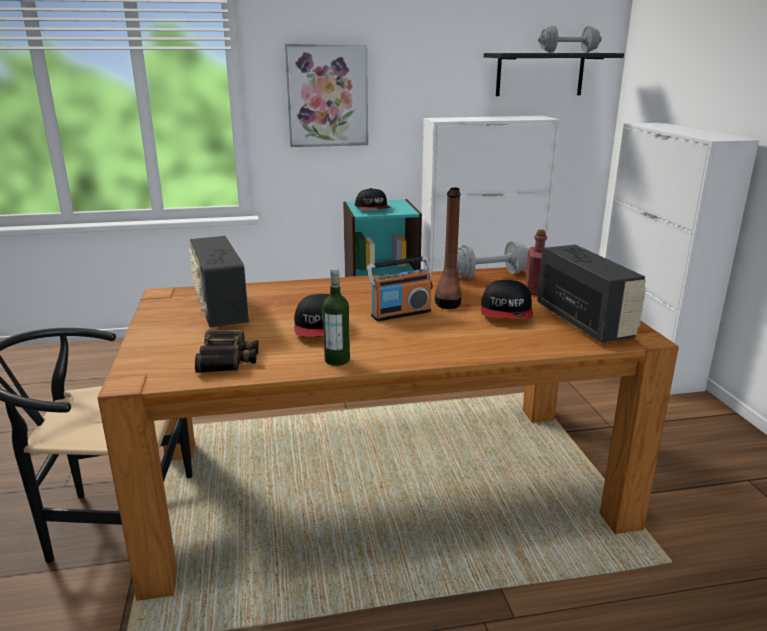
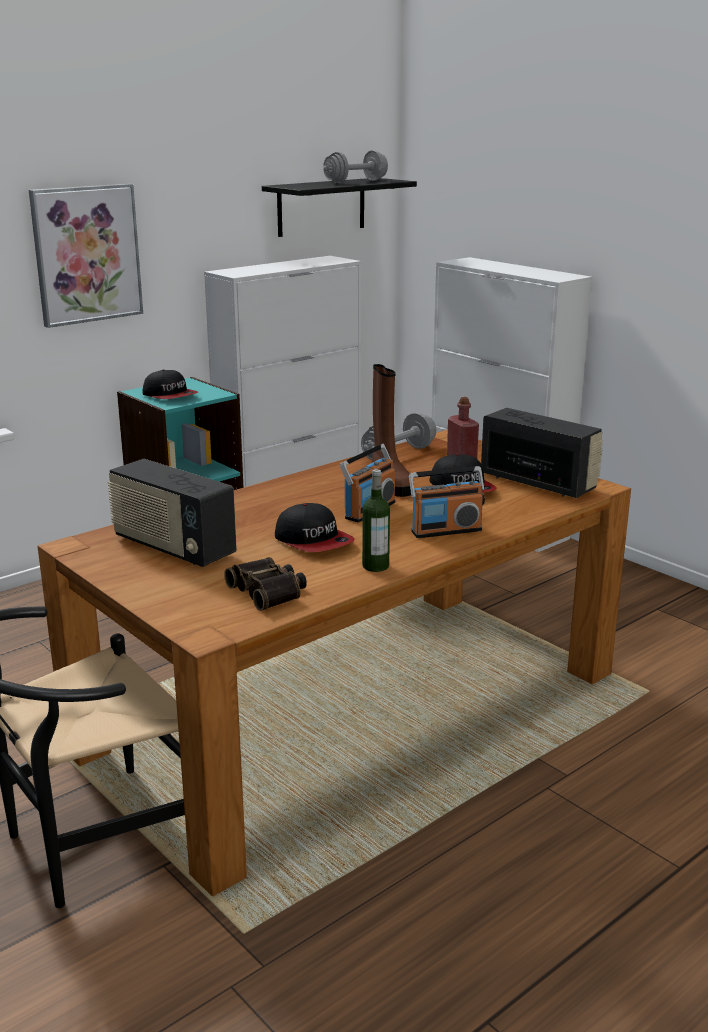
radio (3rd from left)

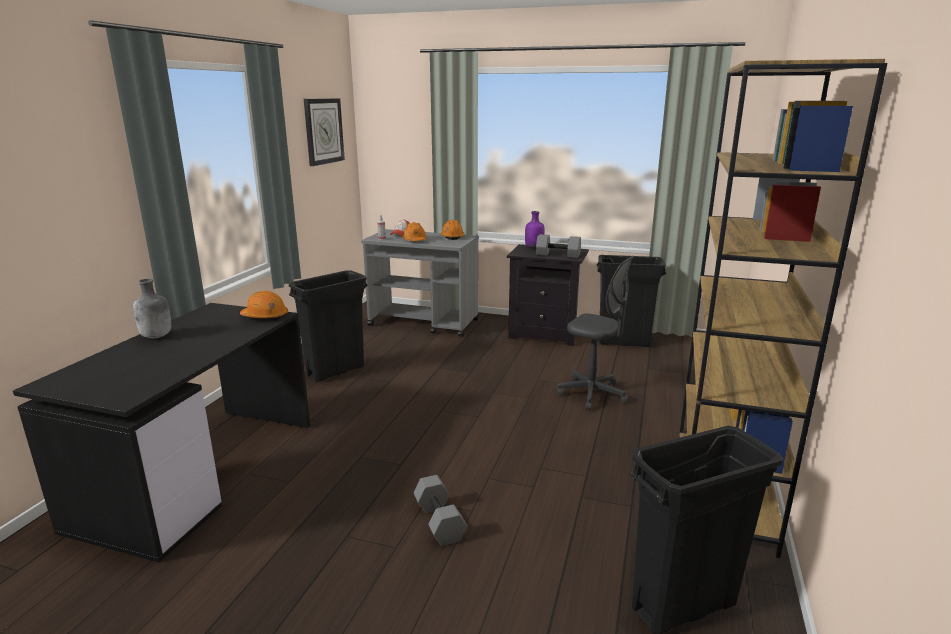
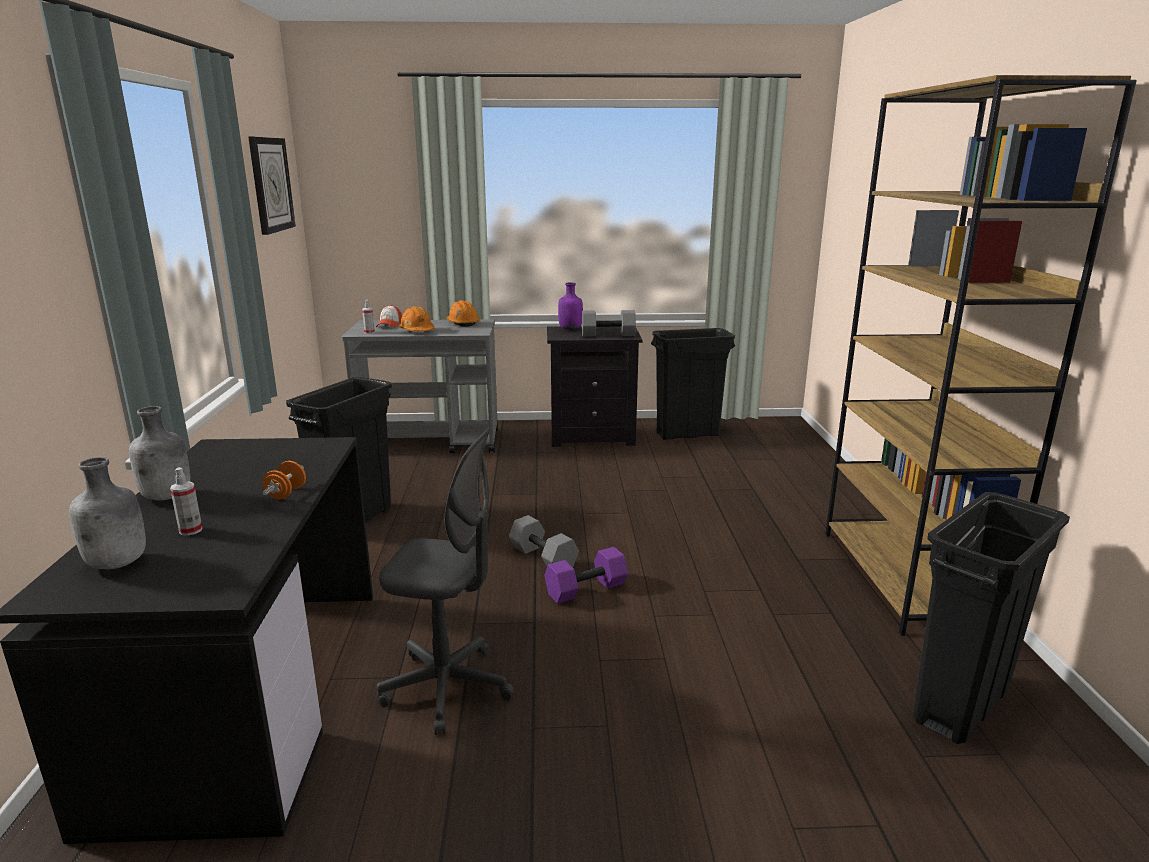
orange hard hat (1st from left in the first image); grey dumbbell (1st from left); grey office chair; grey bottle (1st from left); spray bottle (1st from left); orange dumbbell; purple dumbbell

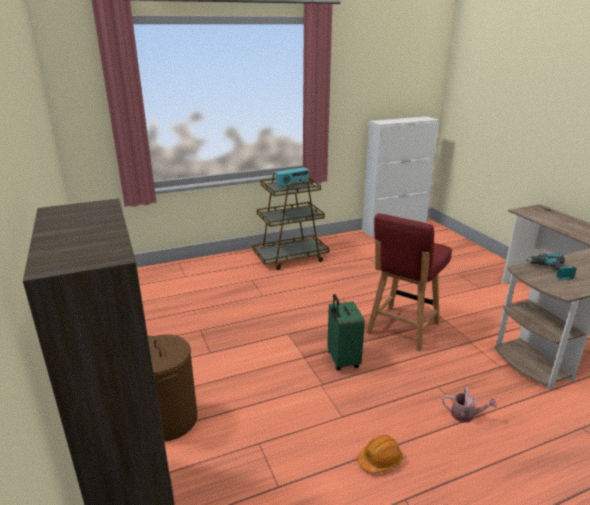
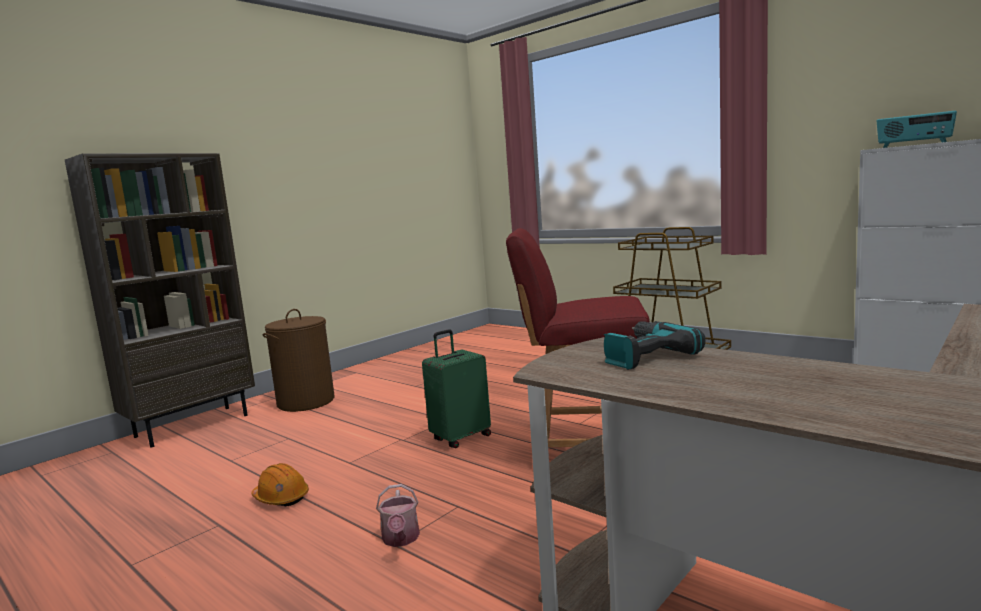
radio

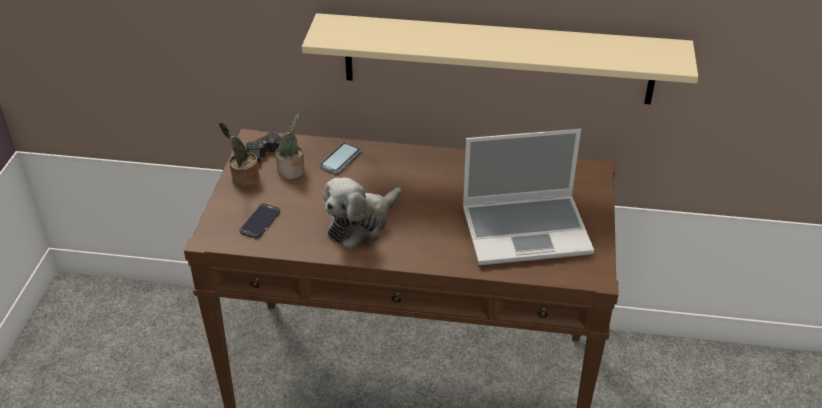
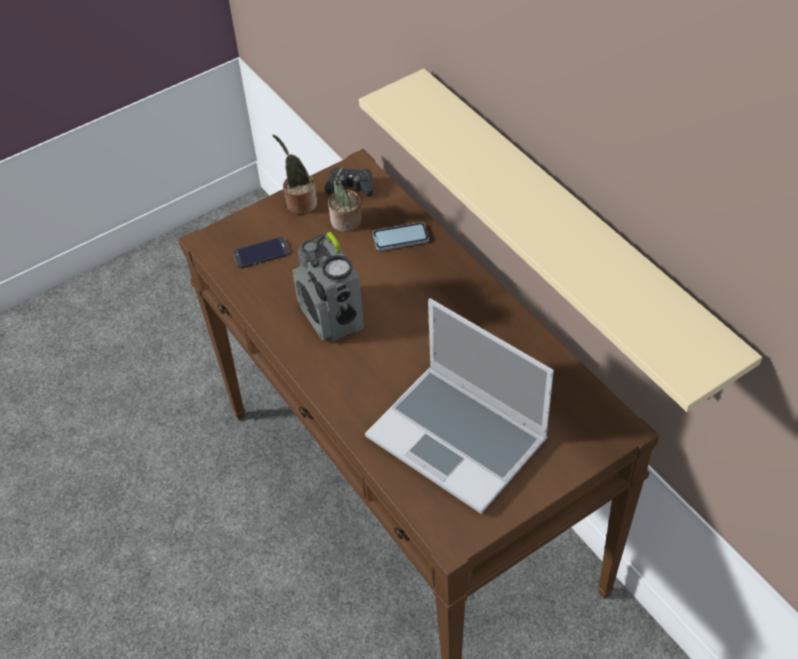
radio

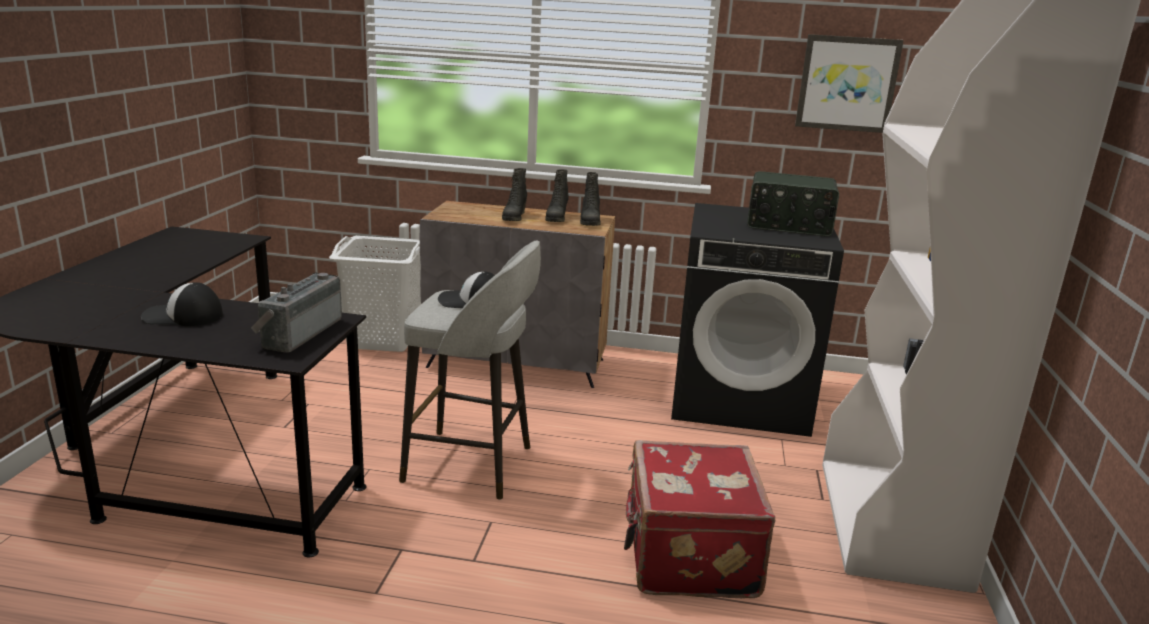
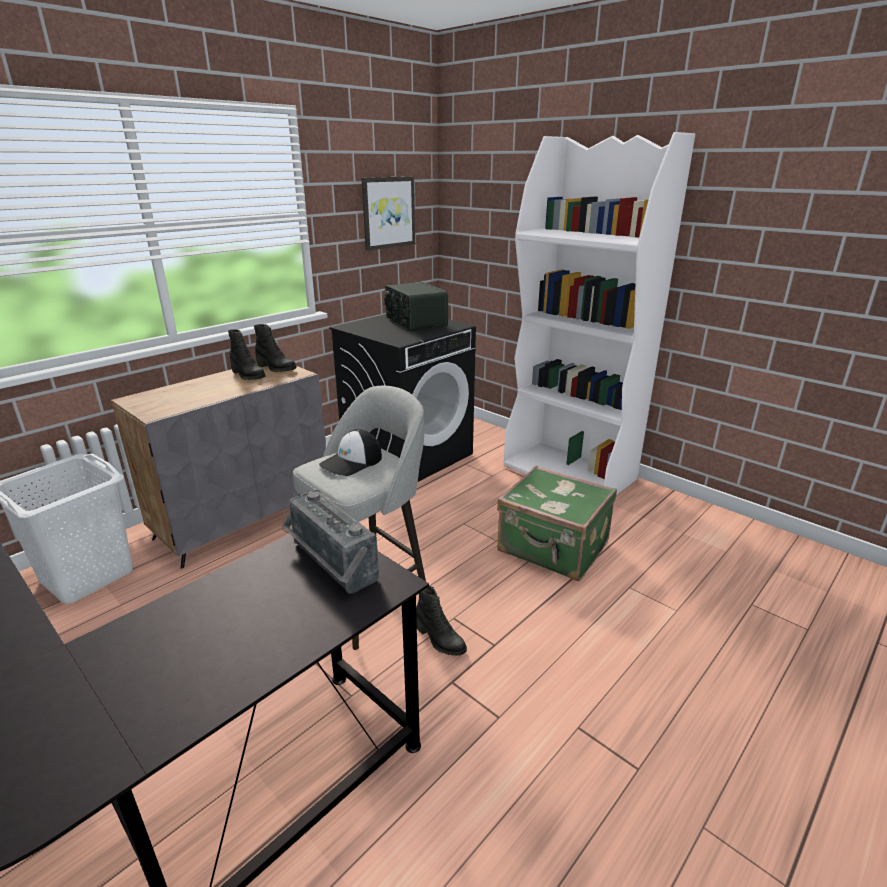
cap (1st from left in the first image); black boot (3rd from left); green suitcase; radio (2nd from left)

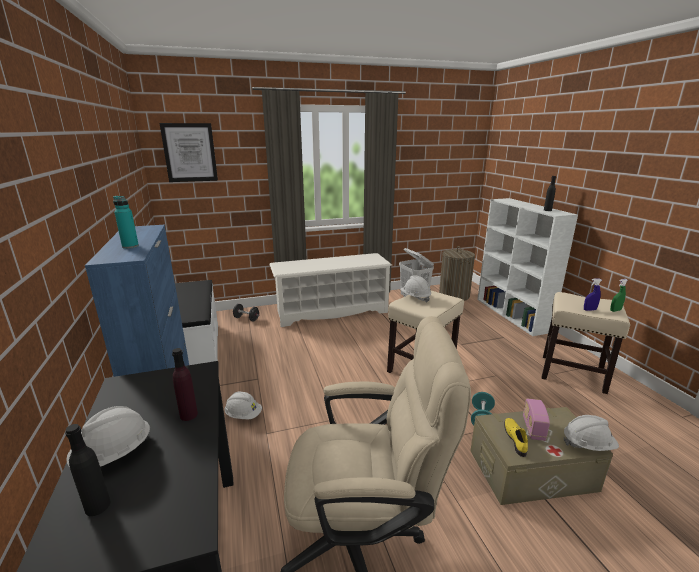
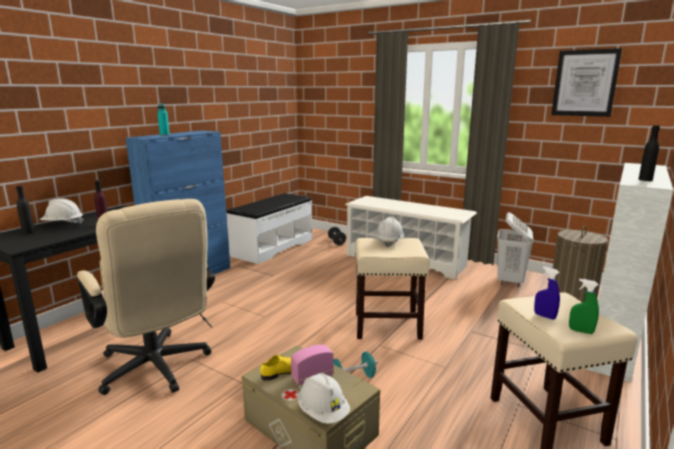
picture; white hard hat (2nd from left in the first image)

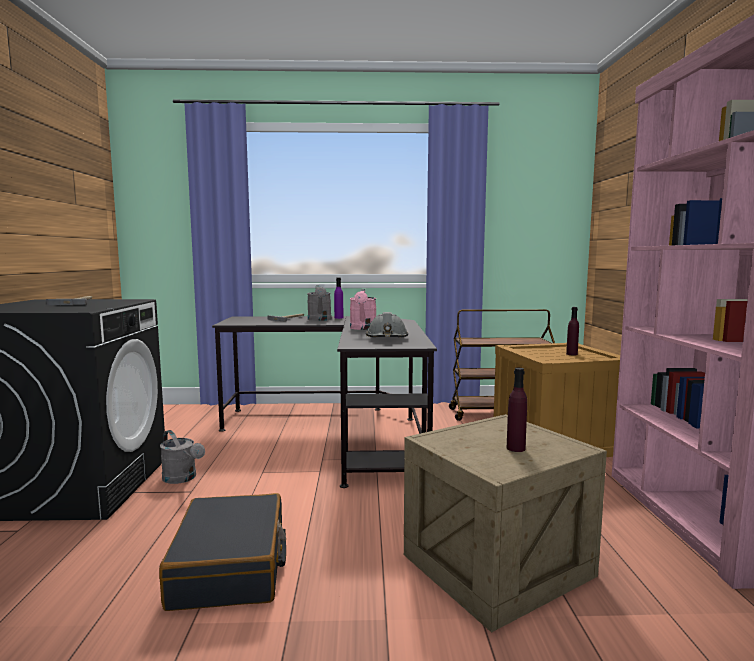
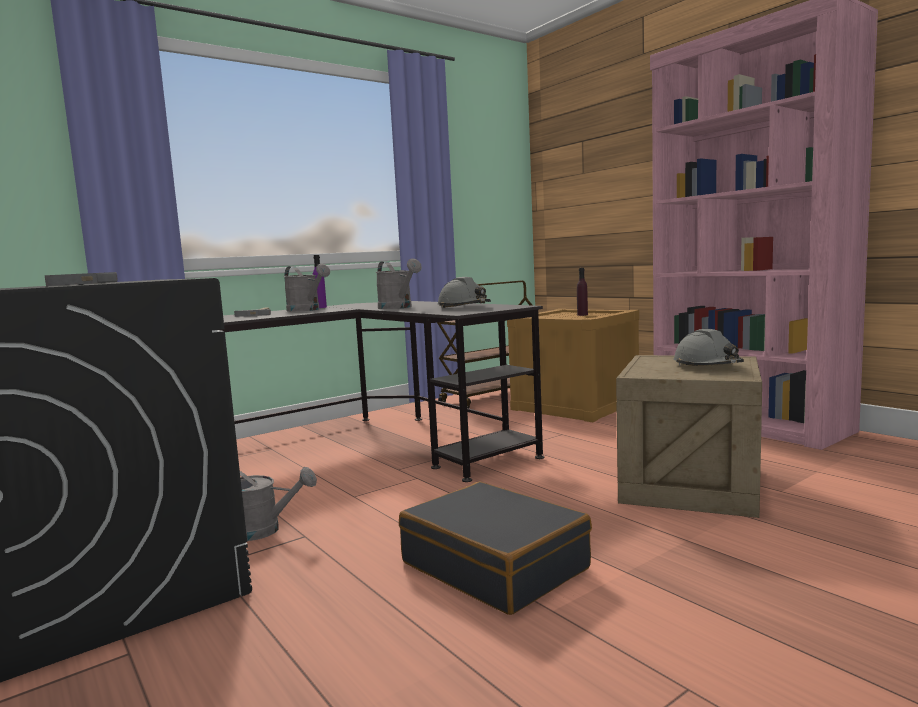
grey watering can (3rd from left); grey hard hat (2nd from left)

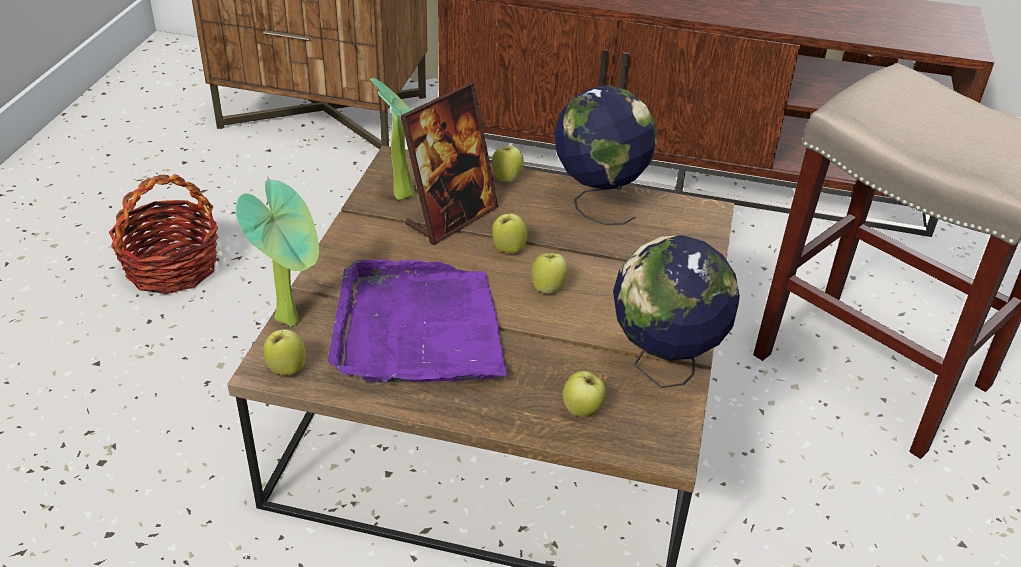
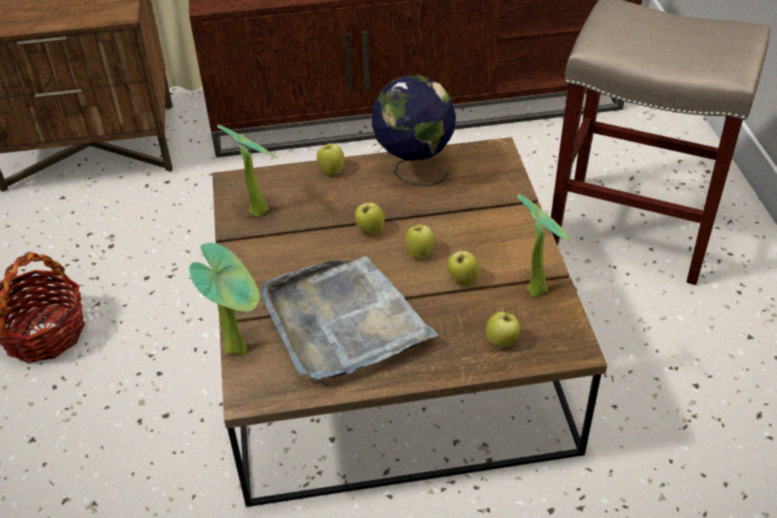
apple (4th from left); grey tray; picture frame; potted plant (3rd from left)

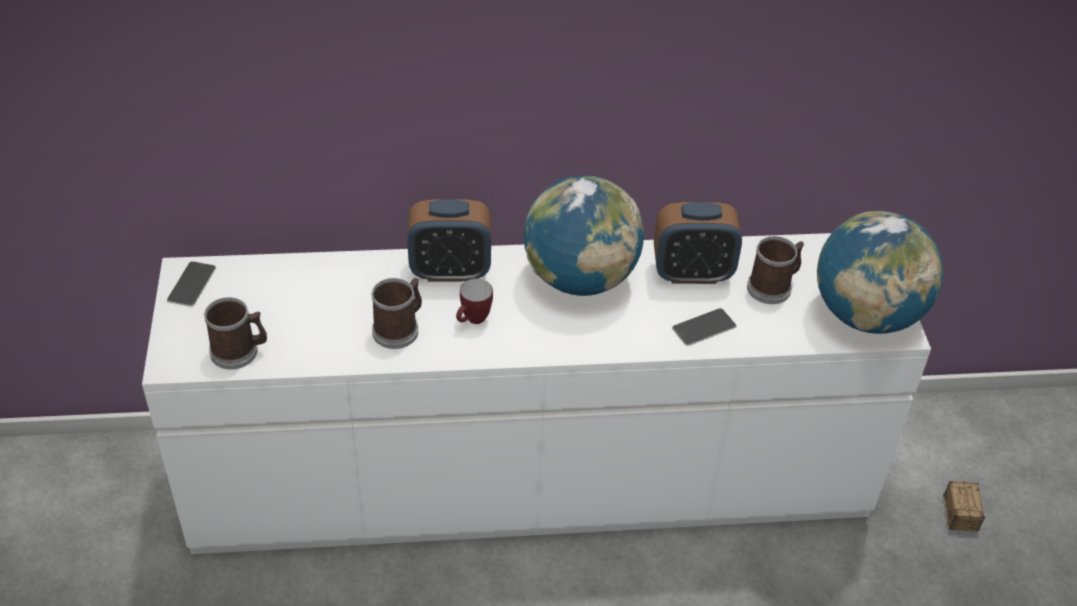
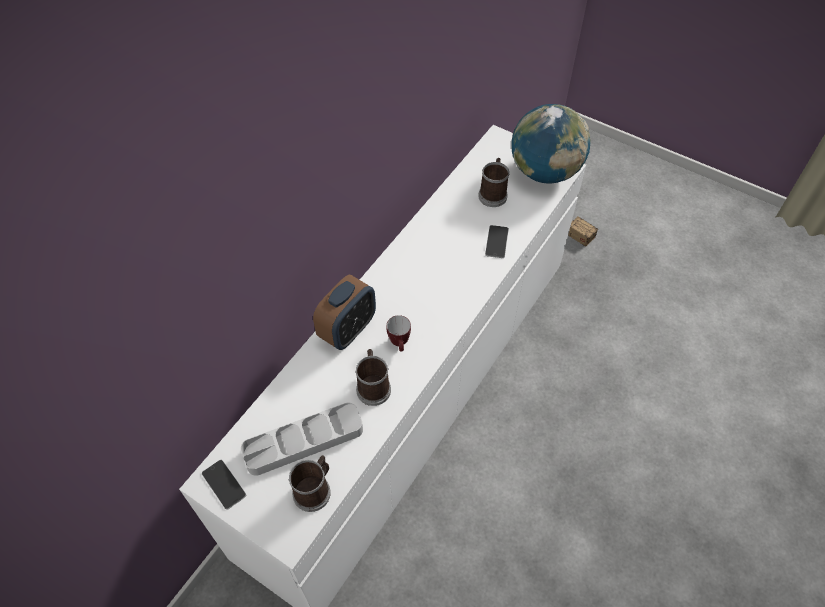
globe (1st from left in the first image); alarm clock (2nd from left in the first image); grey tray

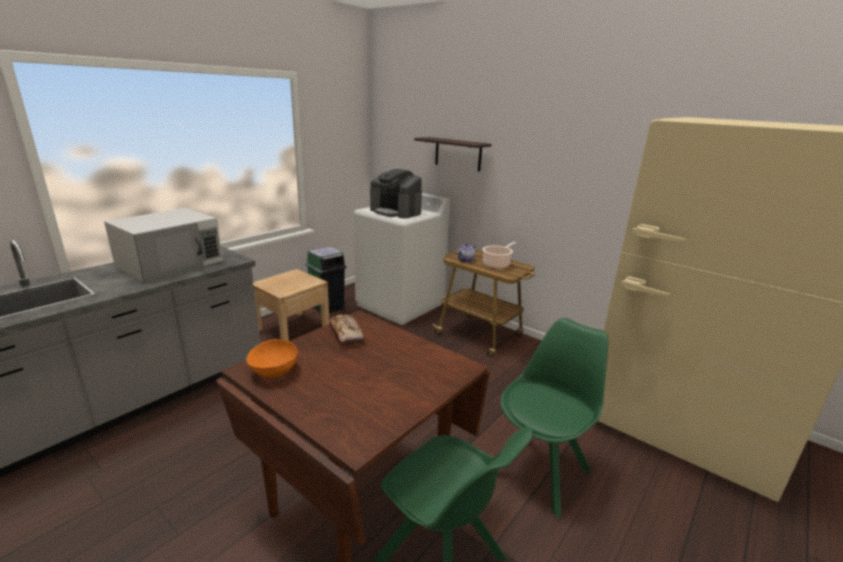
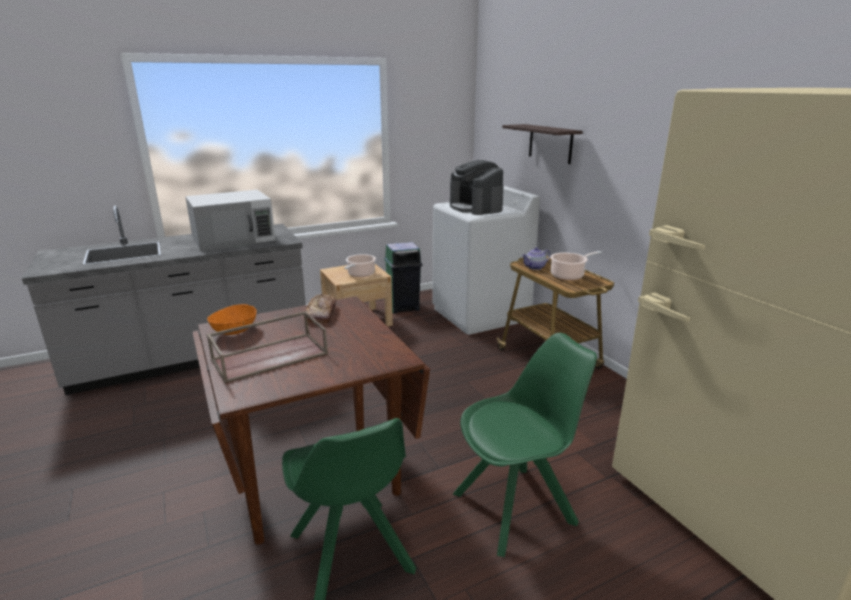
brown tray; cooking pot (1st from left)

